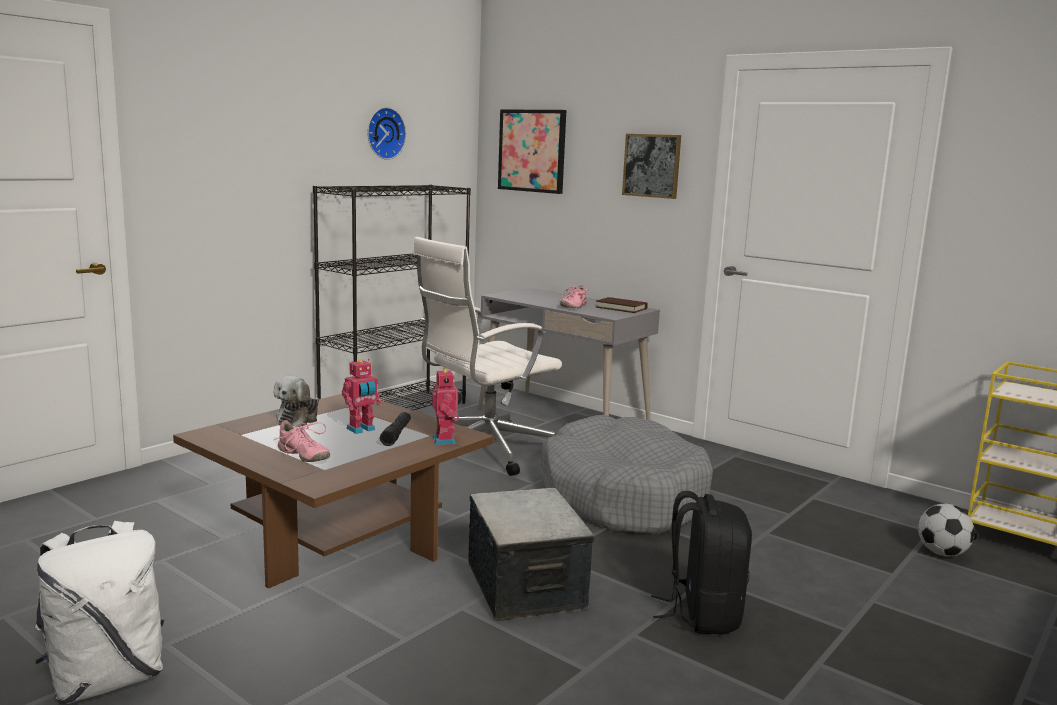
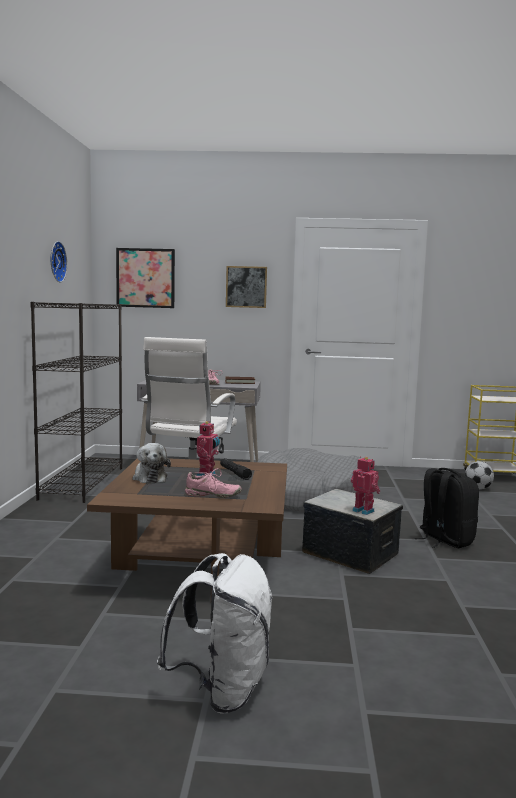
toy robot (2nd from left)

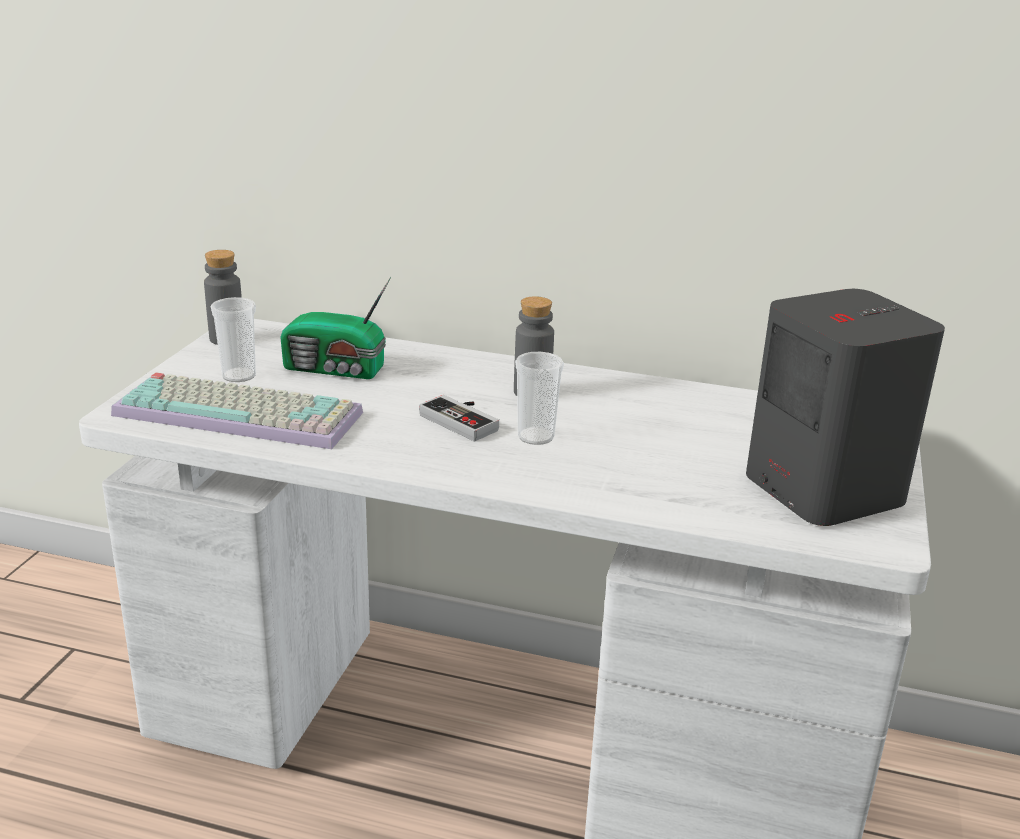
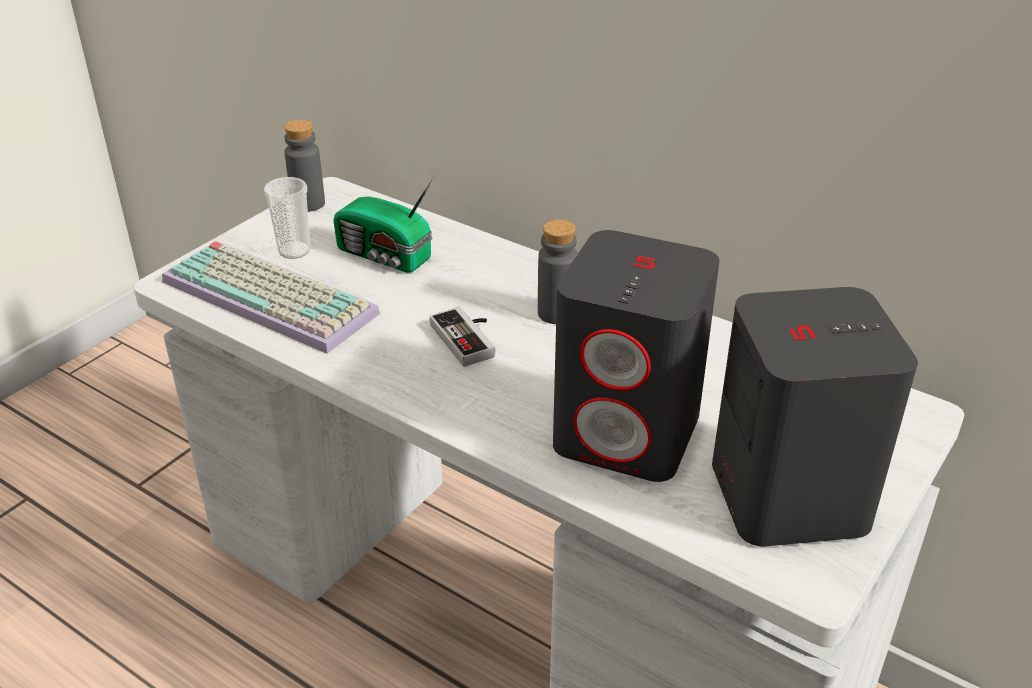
cup (2nd from left in the first image); grey speaker (1st from left)

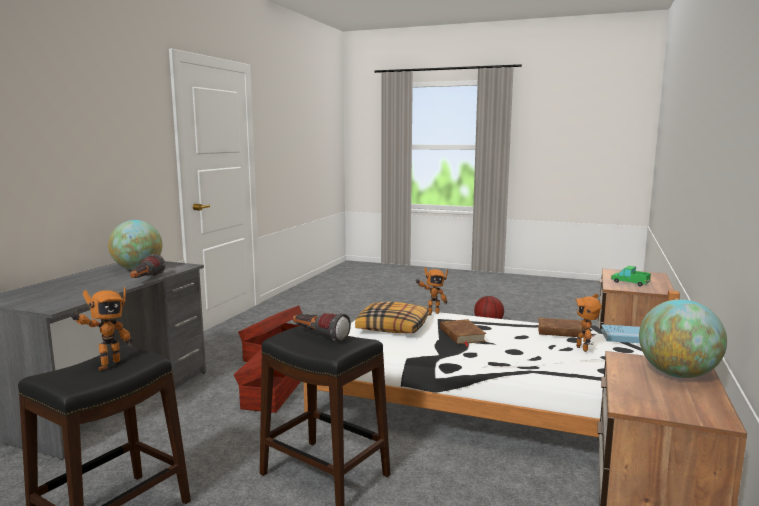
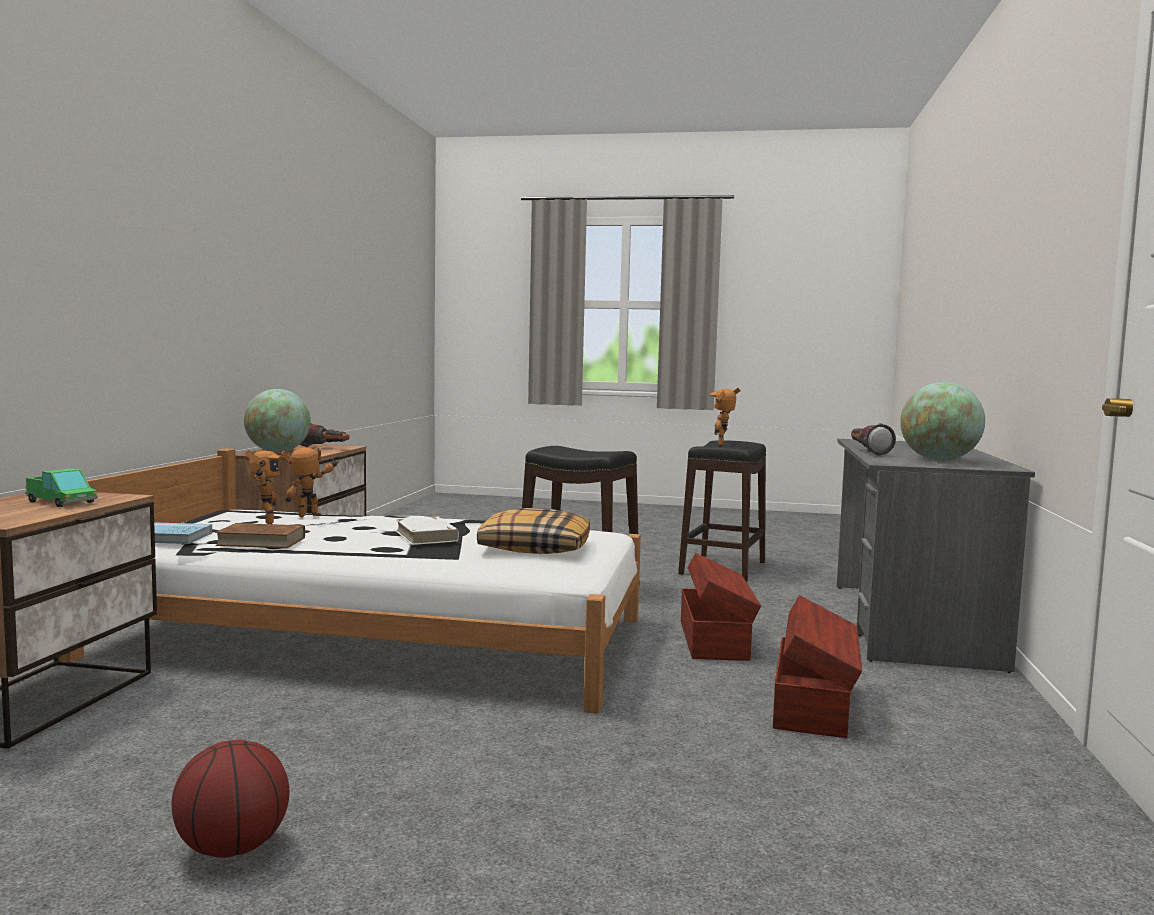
flashlight (1st from left); toy robot (2nd from left); white book

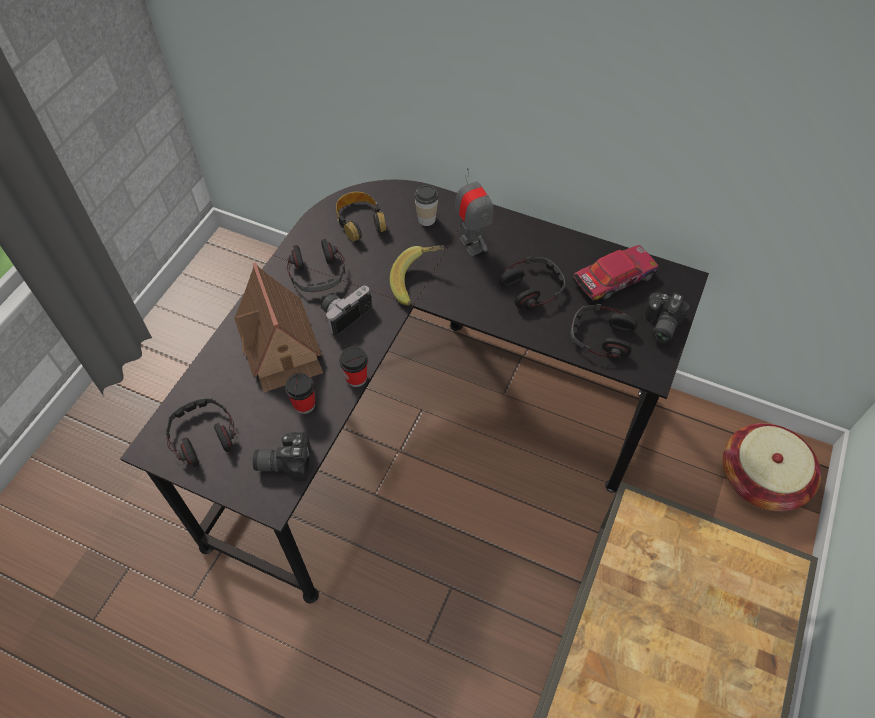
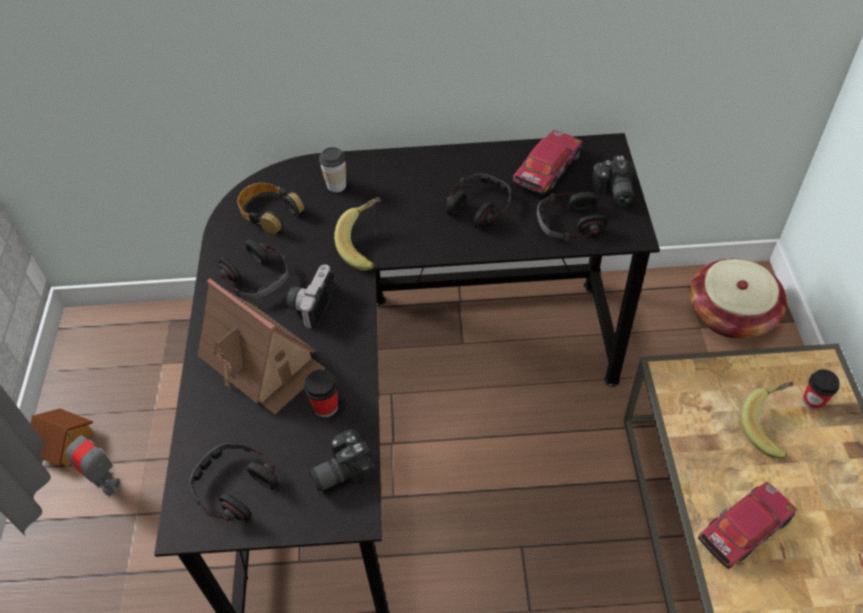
cup (3rd from left); toy robot; toy house (1st from left); toy car (2nd from left); banana (2nd from left)

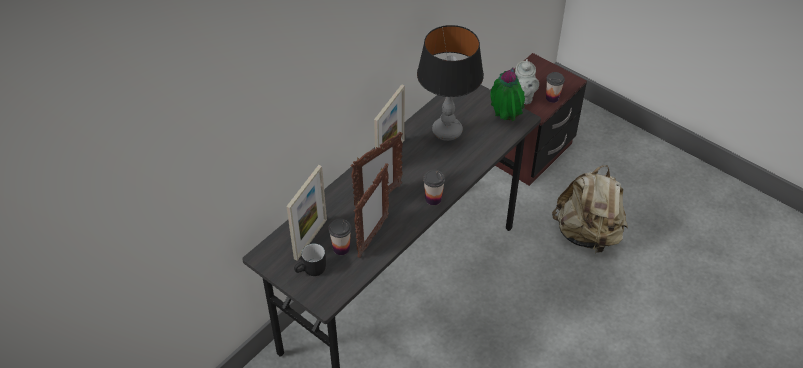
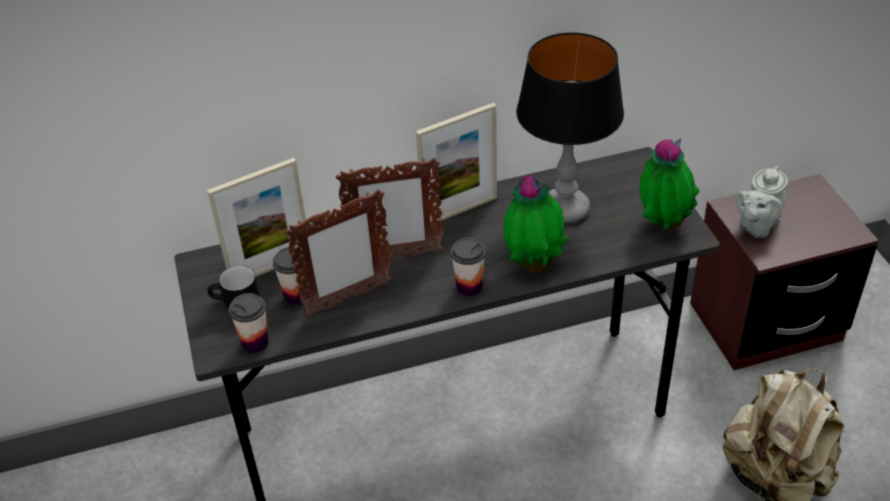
cup (1st from left); potted plant (1st from left)

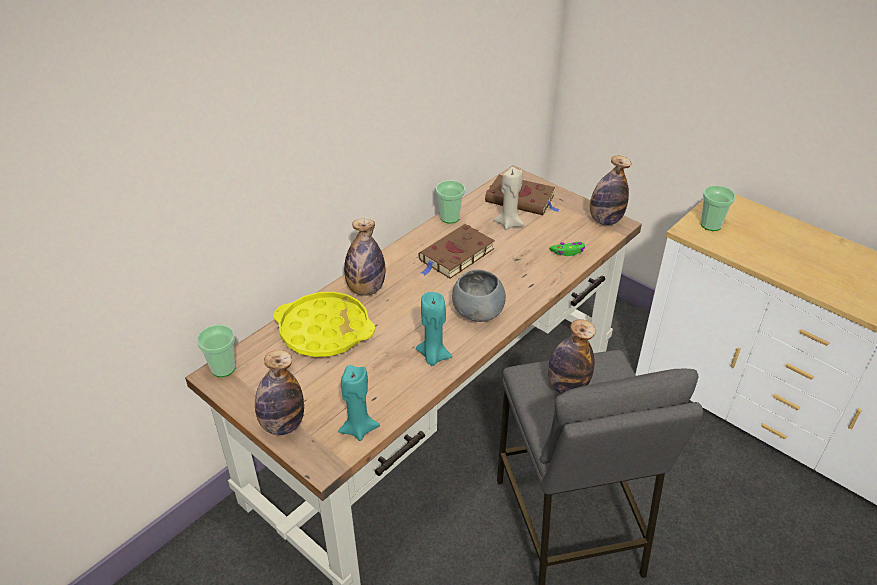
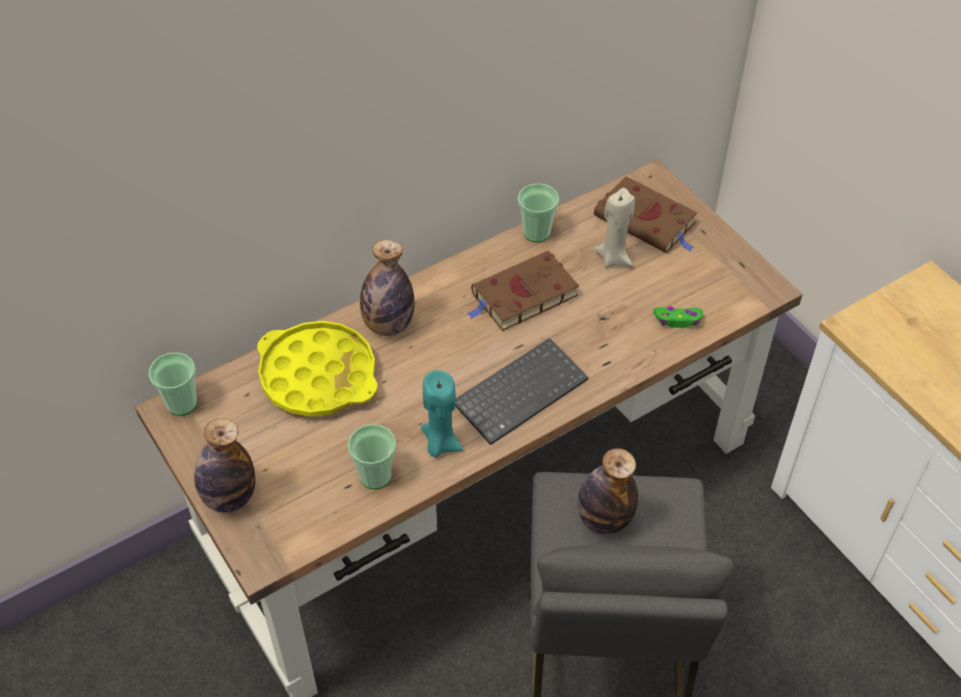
turquoise candle (1st from left in the first image); keyboard; bottle (4th from left in the first image); cup (2nd from left)

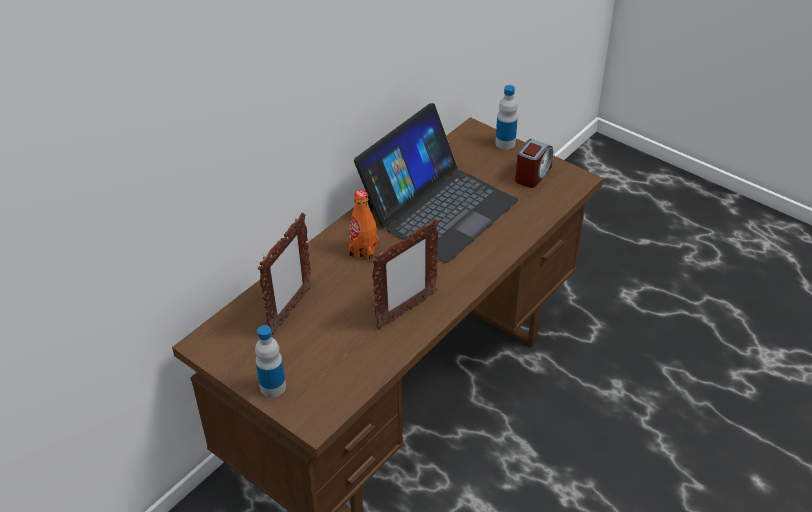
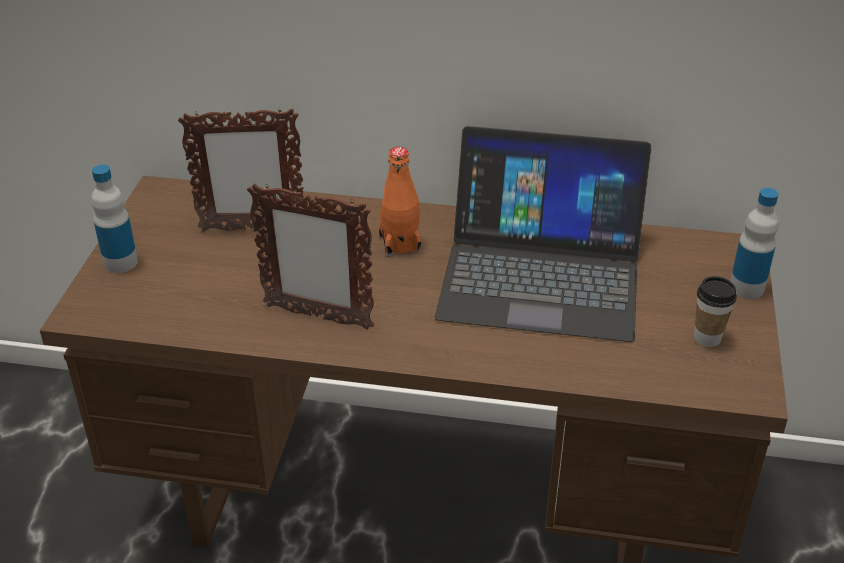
cup

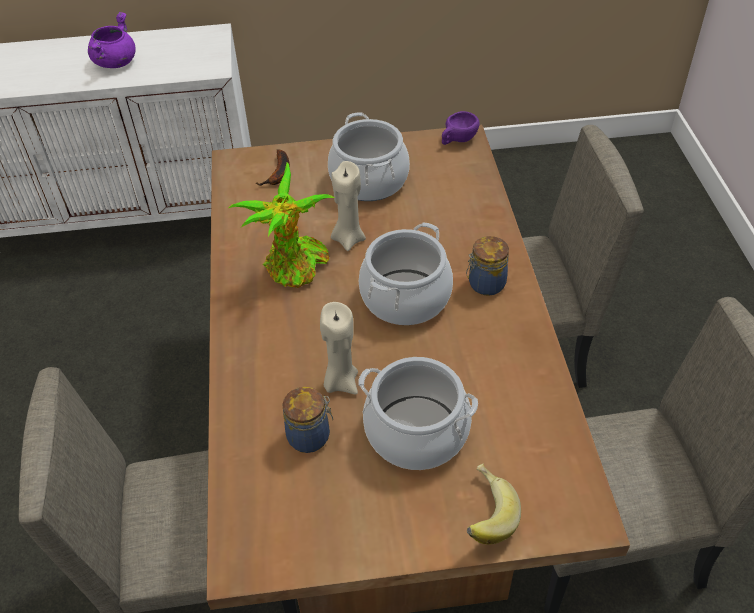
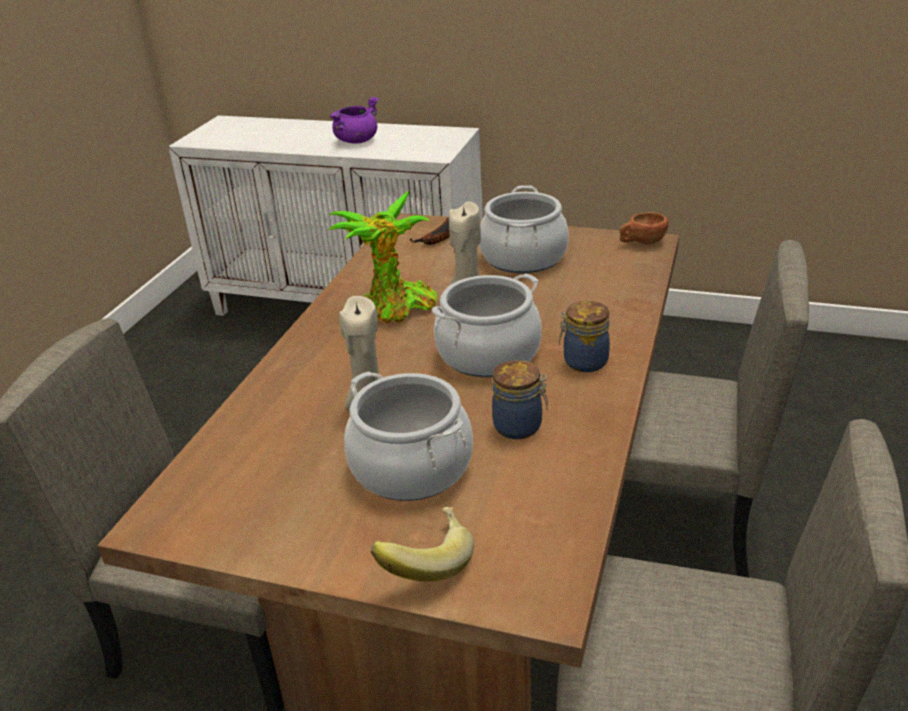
jar (1st from left); brown cup

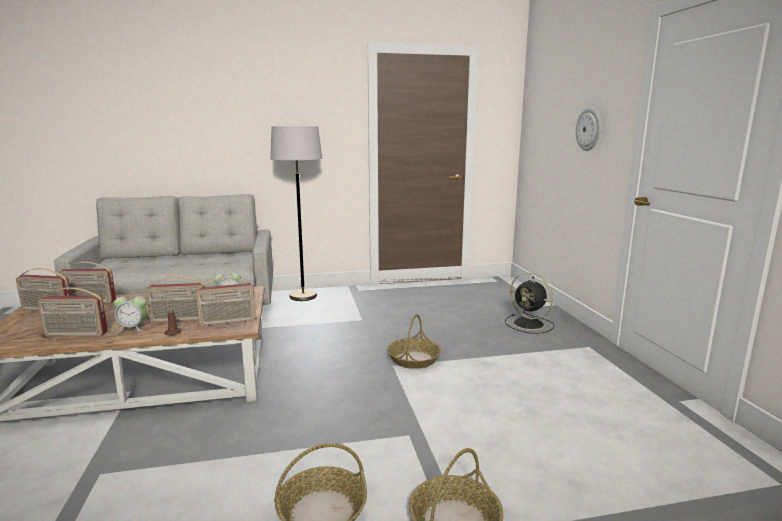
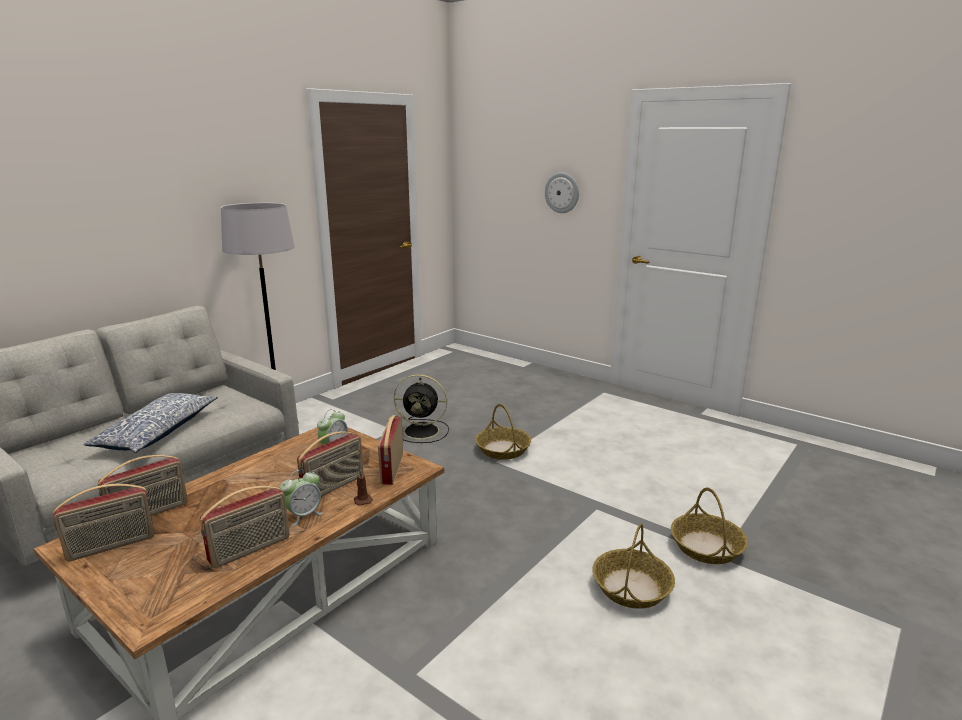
radio (5th from left); black fan; pillow

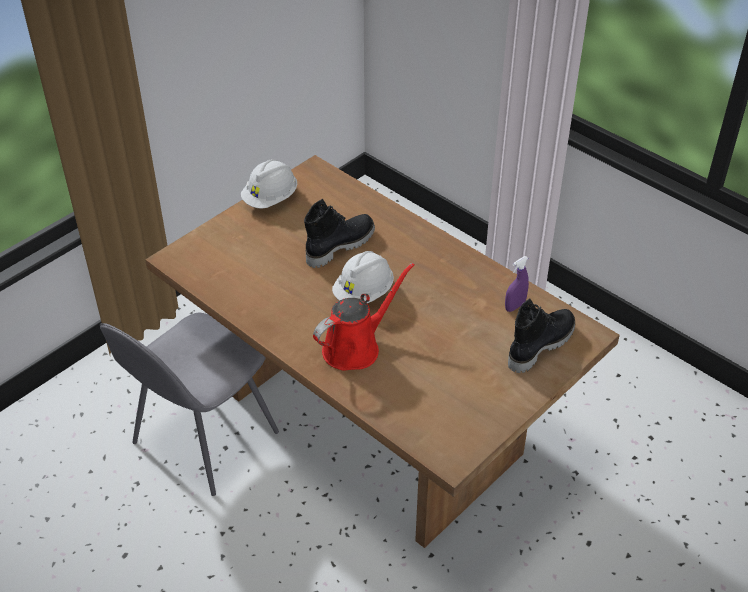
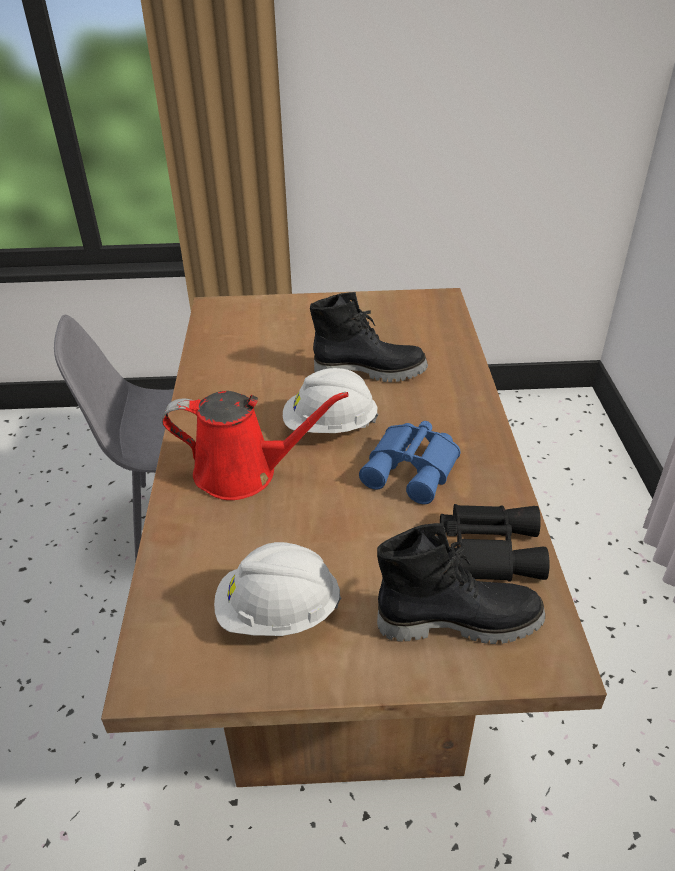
white hard hat (1st from left); black binoculars; blue binoculars

